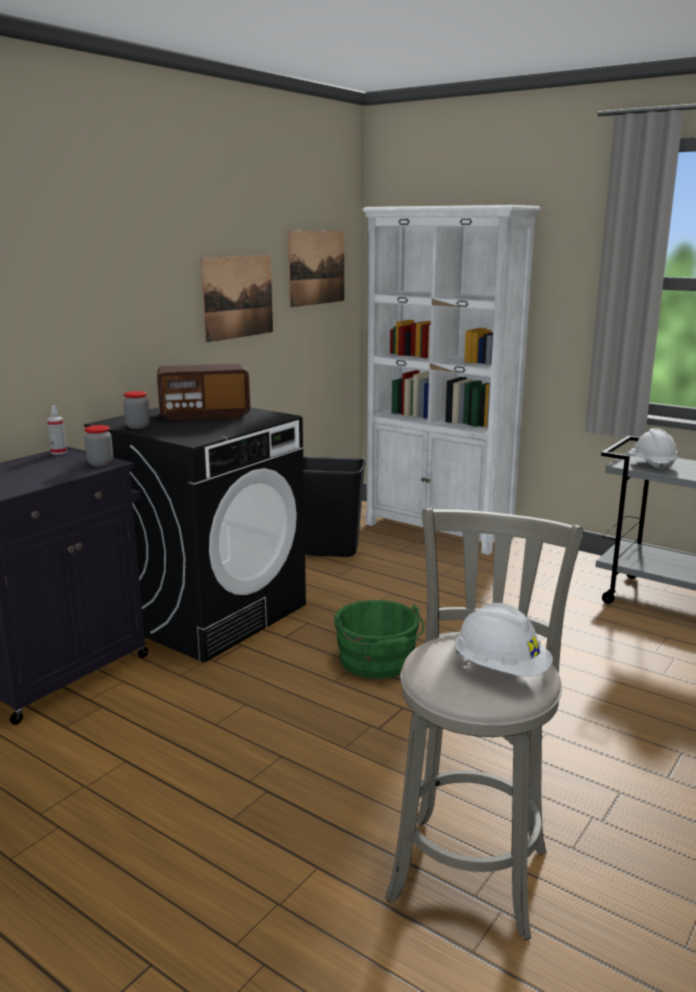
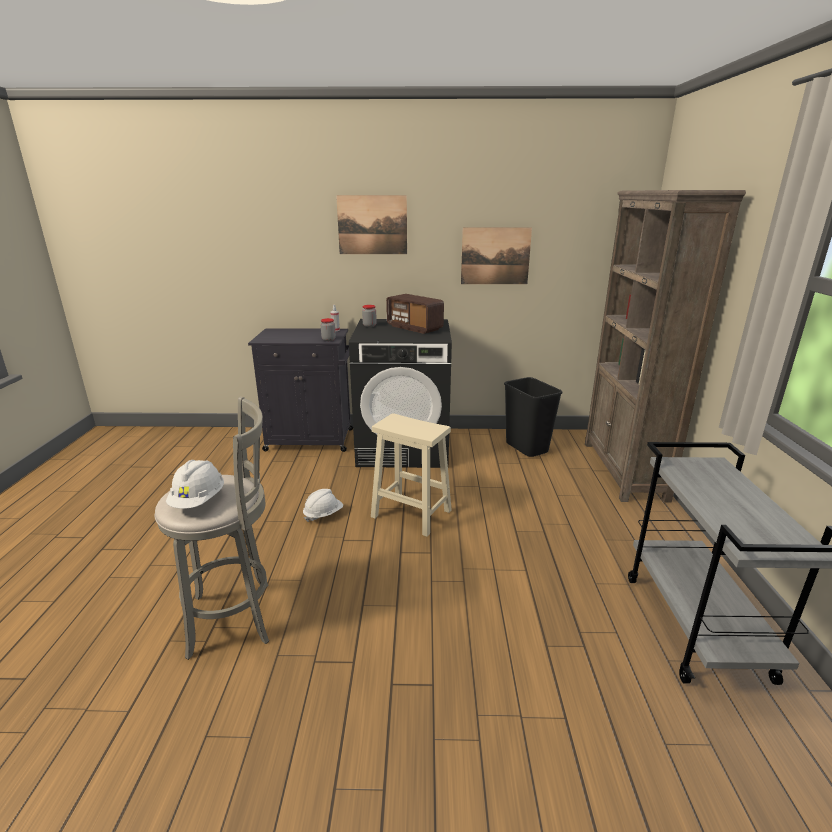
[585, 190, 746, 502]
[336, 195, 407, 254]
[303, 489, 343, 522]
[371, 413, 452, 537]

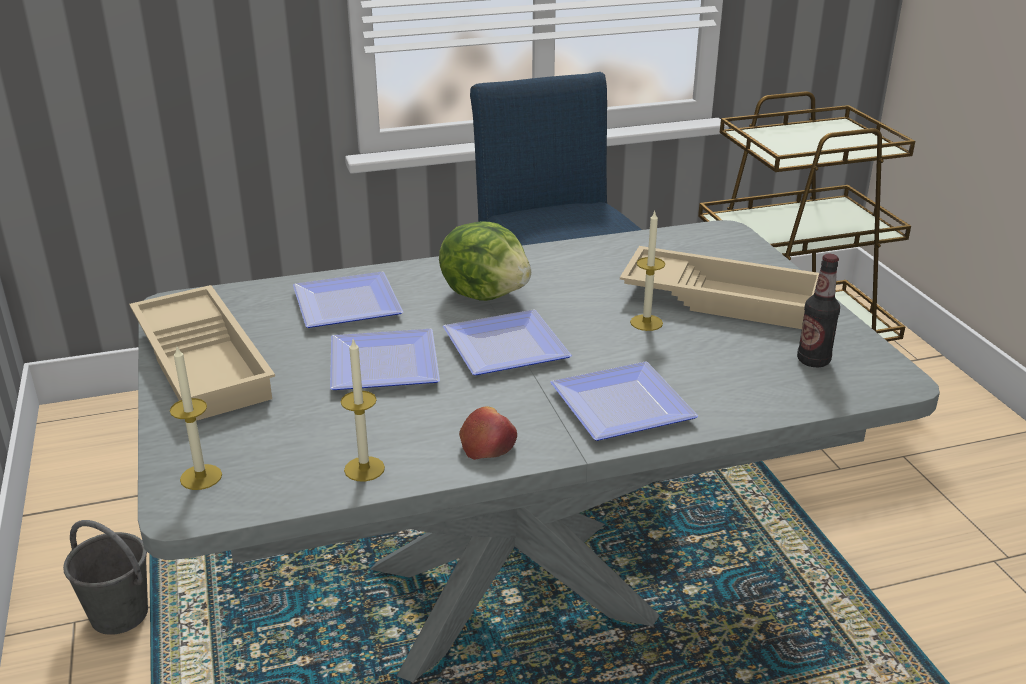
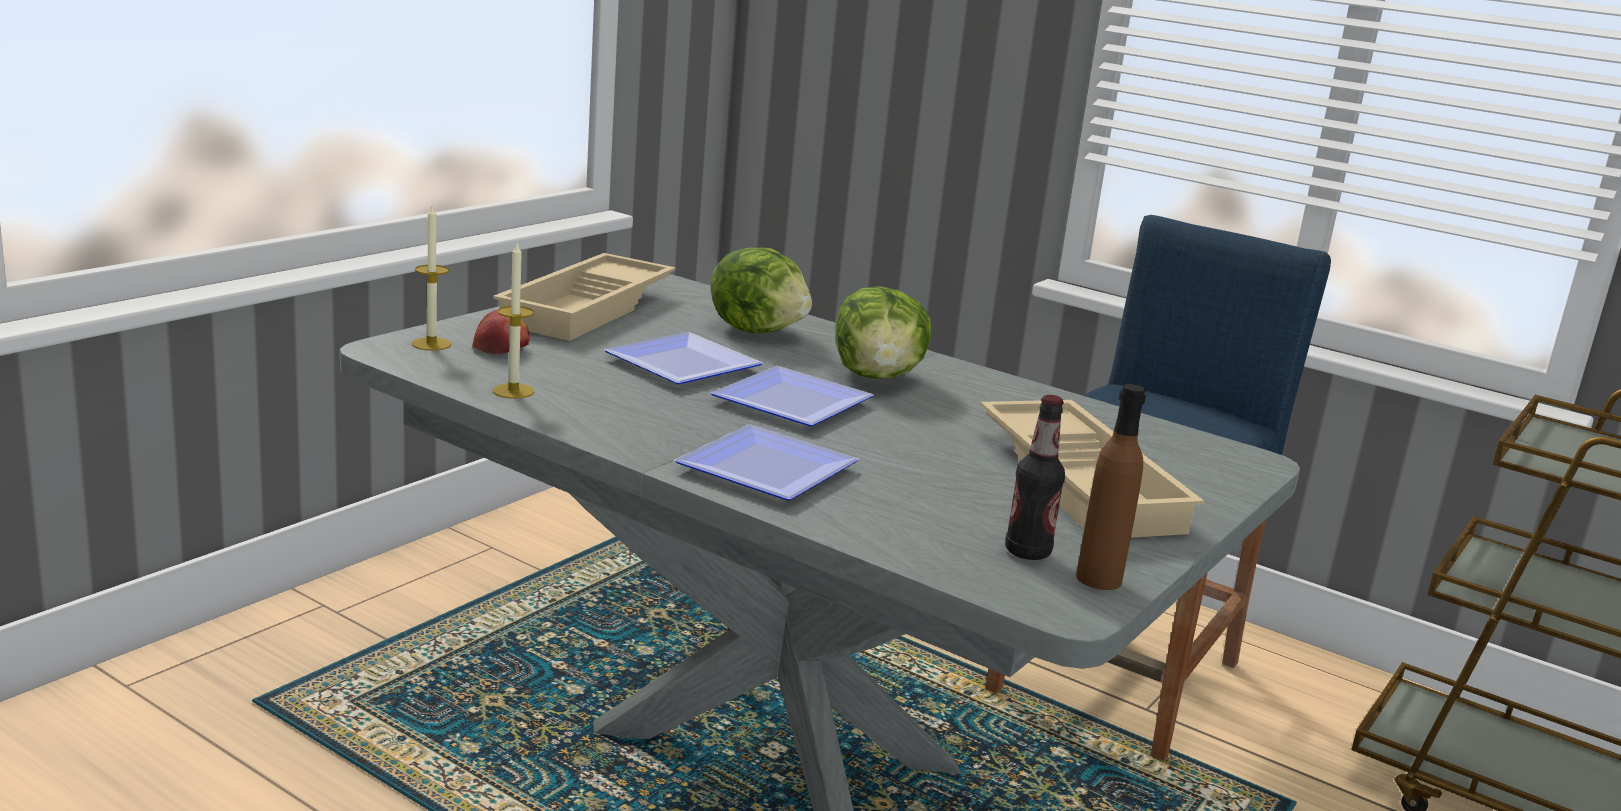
[630, 211, 665, 331] (first image)
[710, 247, 812, 333]
[473, 310, 530, 354]
[63, 520, 148, 635] (first image)
[1076, 384, 1146, 590]

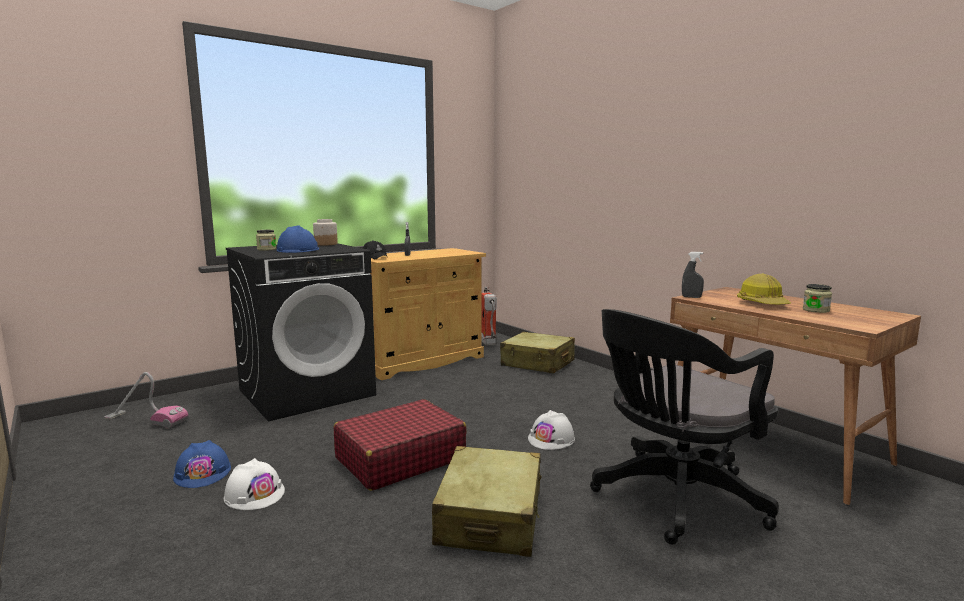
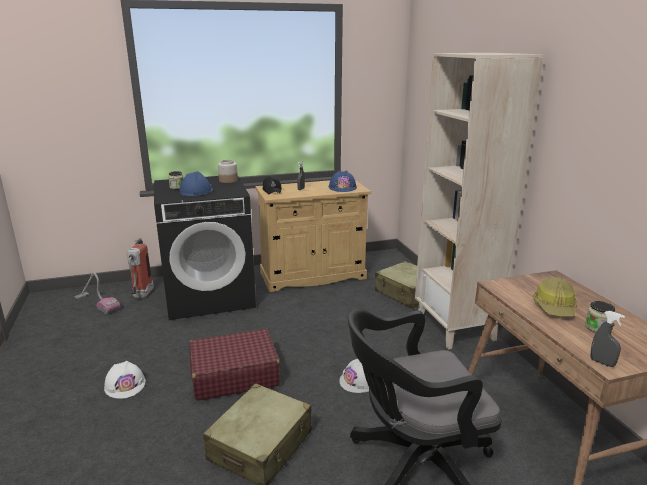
[590, 311, 625, 367]
[127, 238, 154, 298]
[329, 170, 357, 192]
[415, 53, 543, 349]

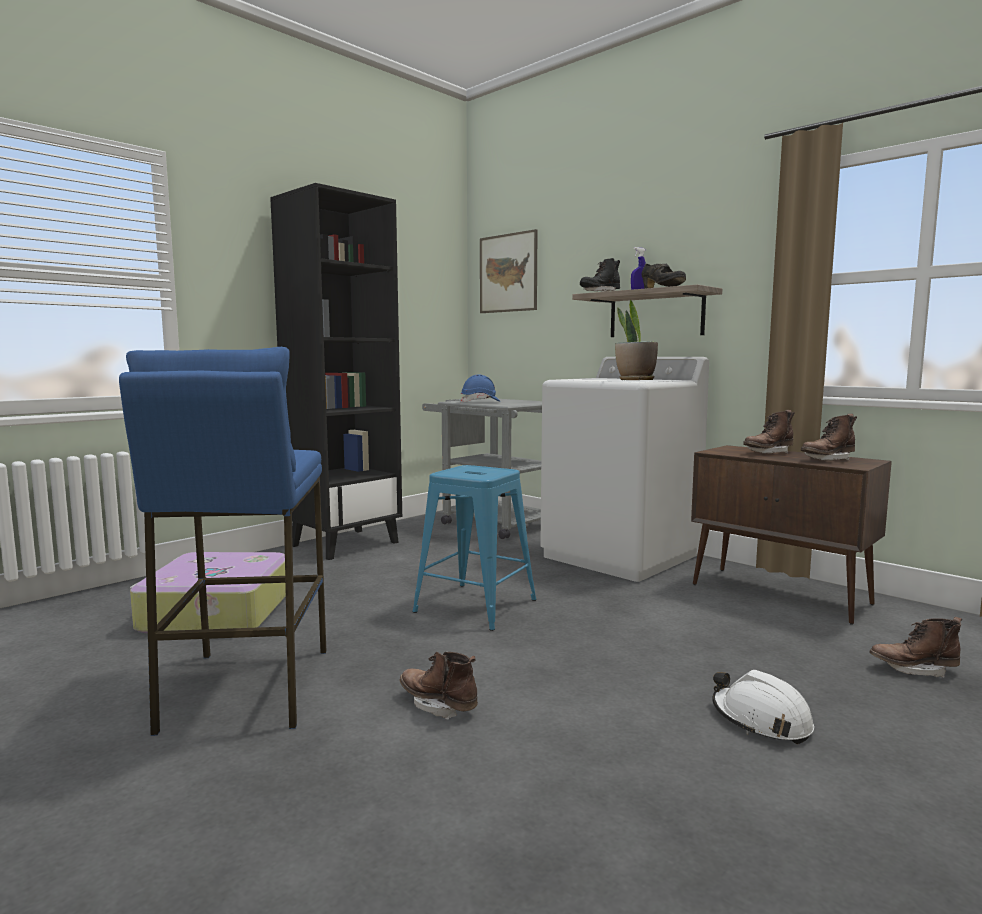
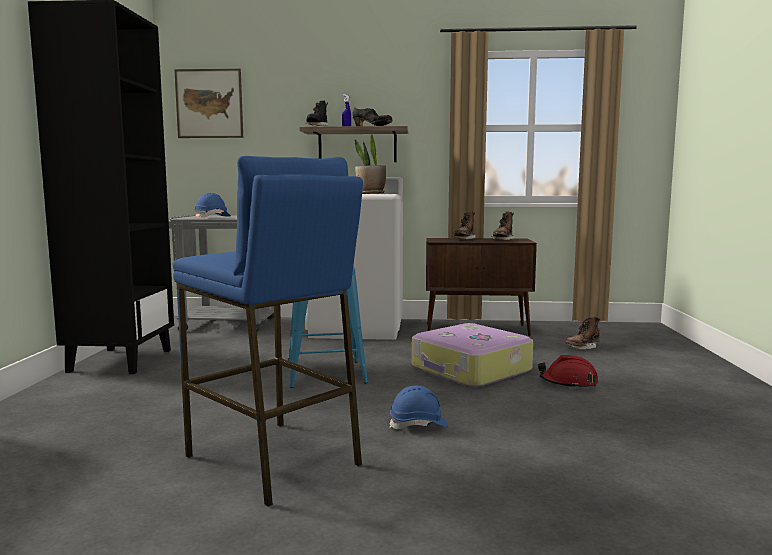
[412, 323, 533, 387]
[389, 385, 449, 429]
[538, 355, 598, 389]

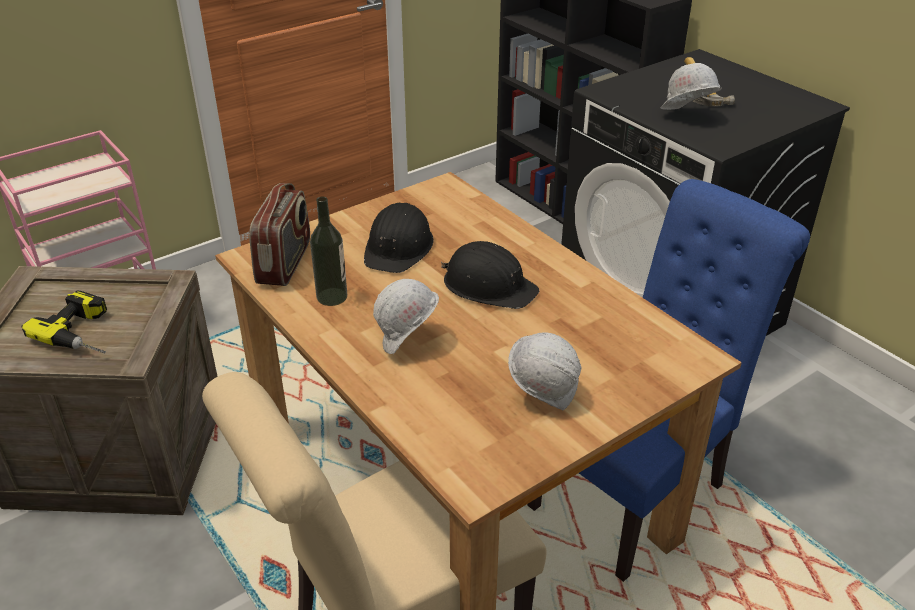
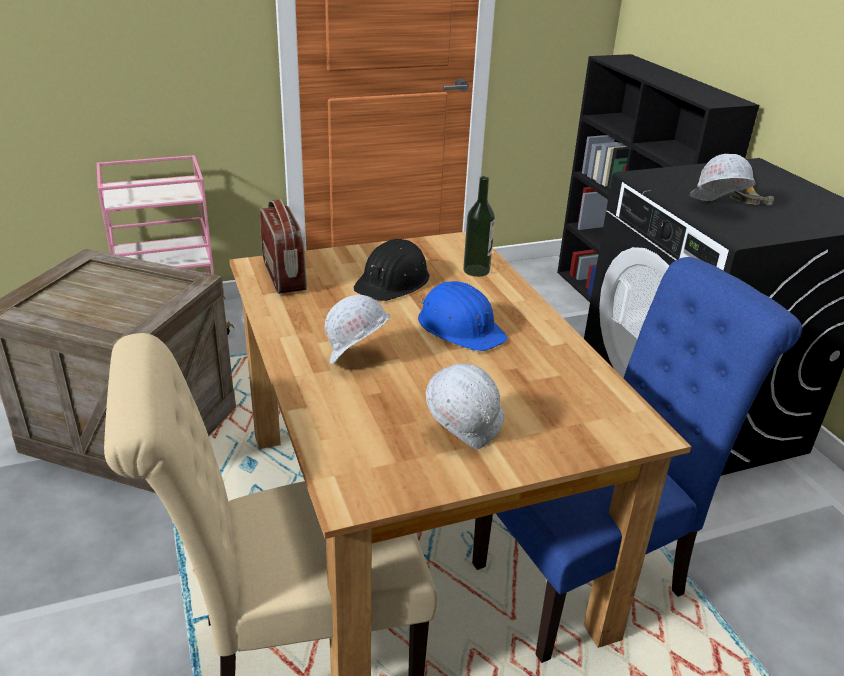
[260, 199, 307, 294]
[463, 176, 495, 277]
[418, 281, 508, 351]
[21, 291, 107, 353] (first image)

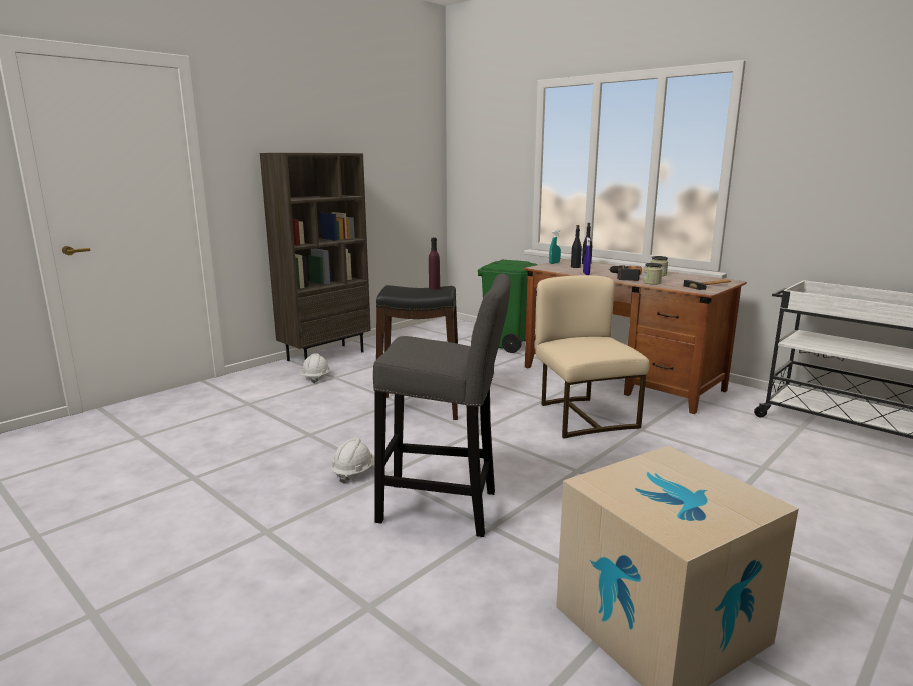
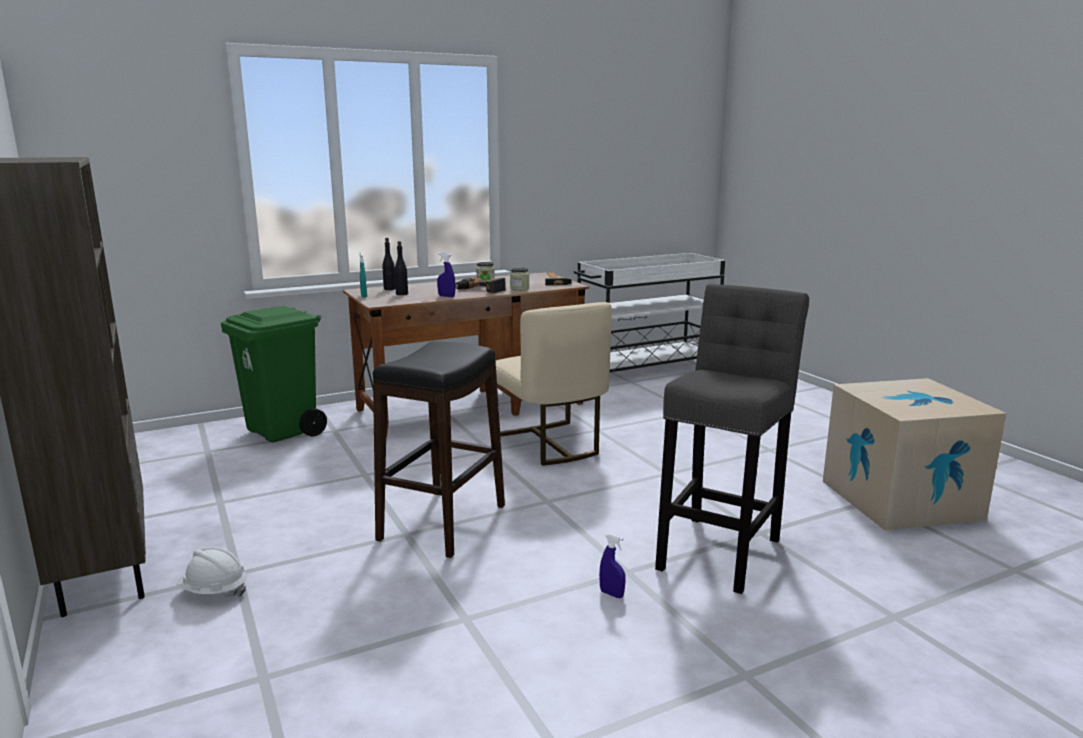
[429, 238, 440, 289] (first image)
[496, 302, 611, 466]
[599, 533, 625, 598]

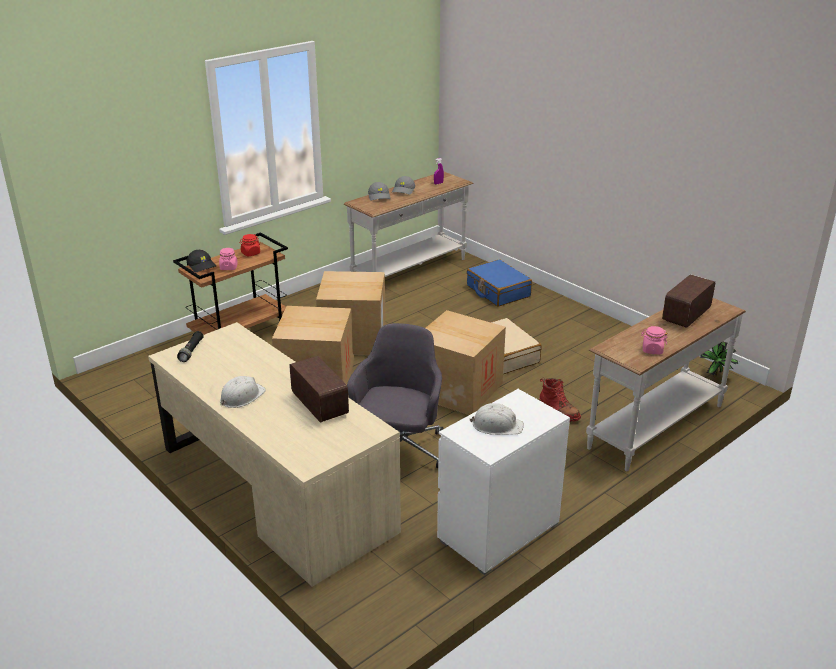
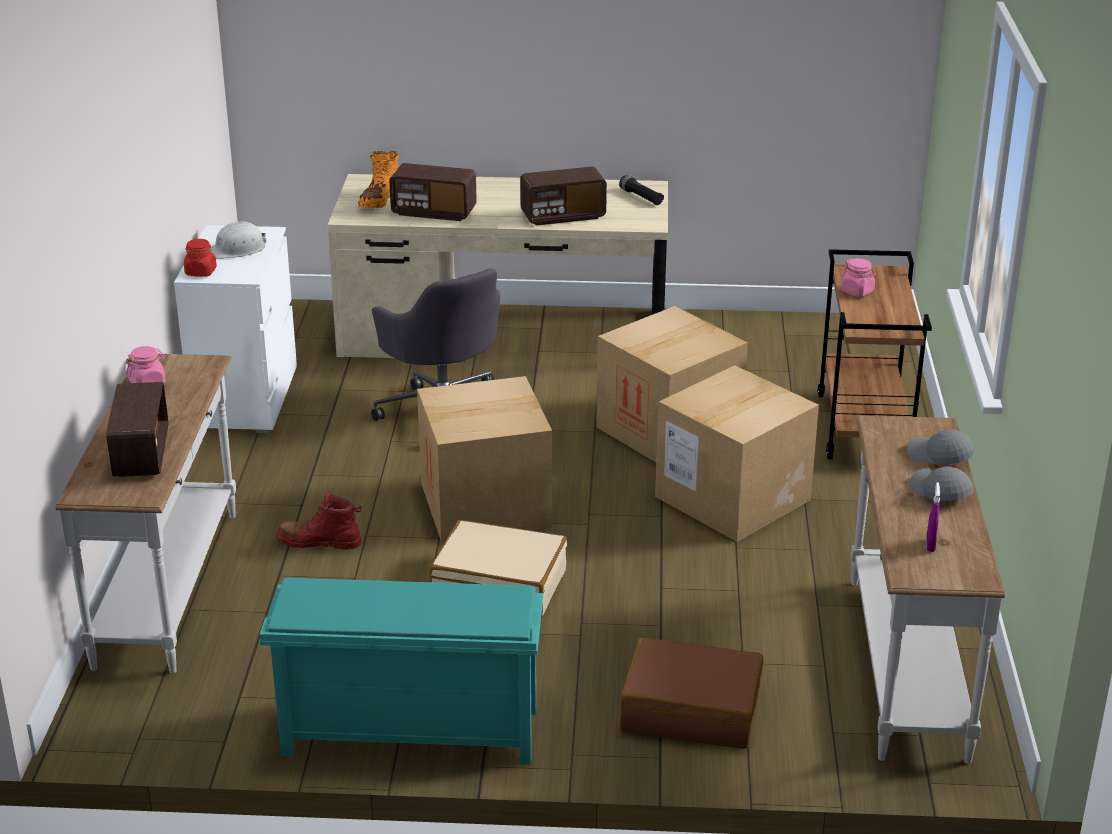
[184, 239, 217, 277]
[187, 250, 216, 272] (first image)
[620, 638, 763, 749]
[700, 341, 739, 377] (first image)
[220, 376, 266, 408] (first image)
[358, 151, 399, 208]
[520, 167, 607, 225]
[260, 578, 543, 765]

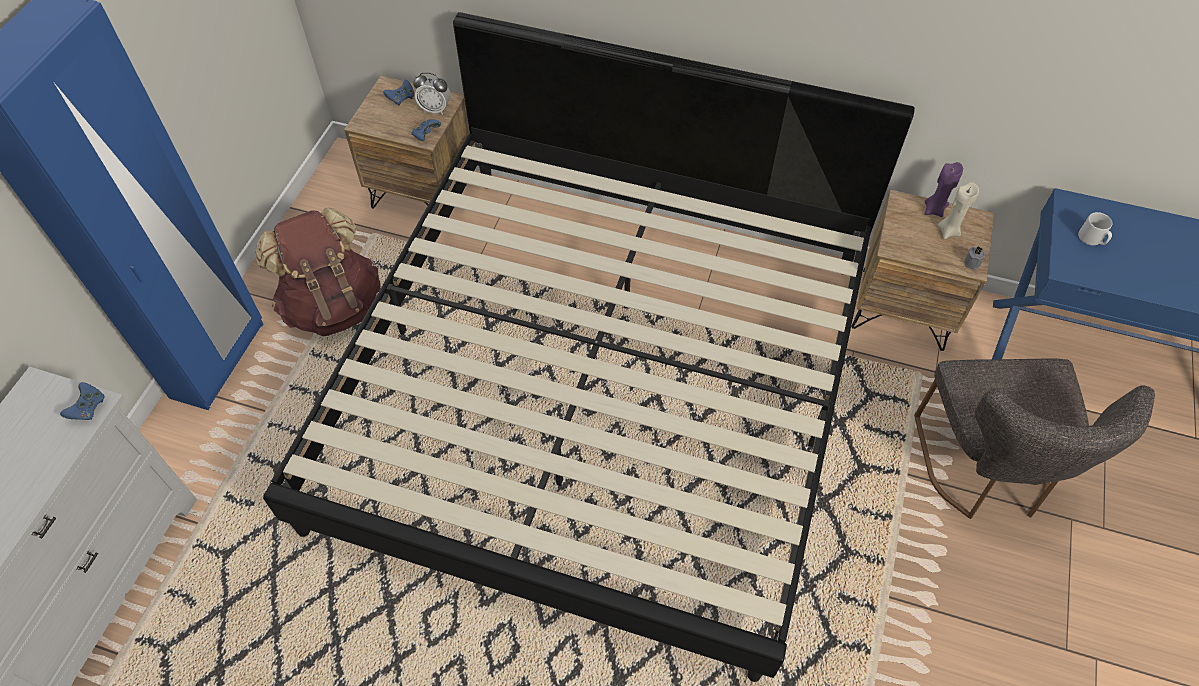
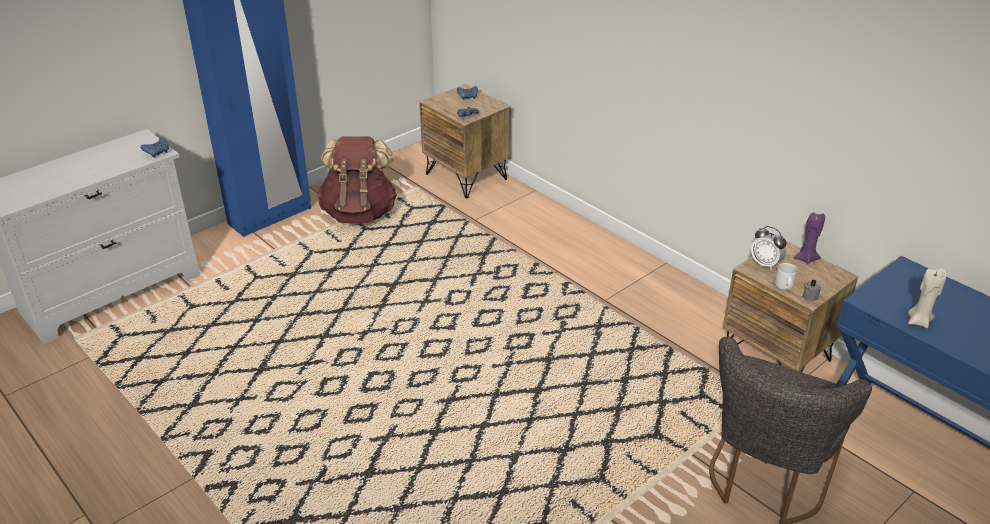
[263, 12, 915, 682] (first image)
[751, 226, 787, 270]
[908, 268, 947, 328]
[775, 263, 797, 290]

